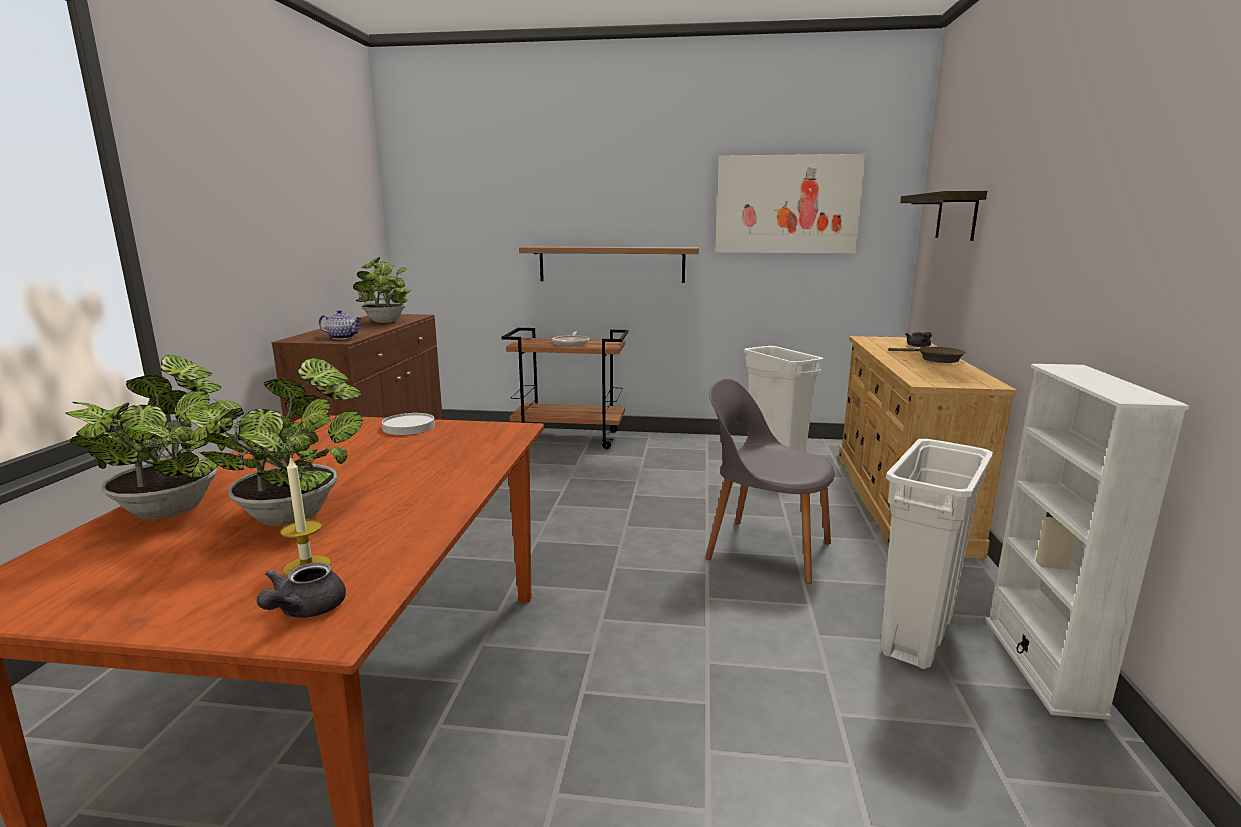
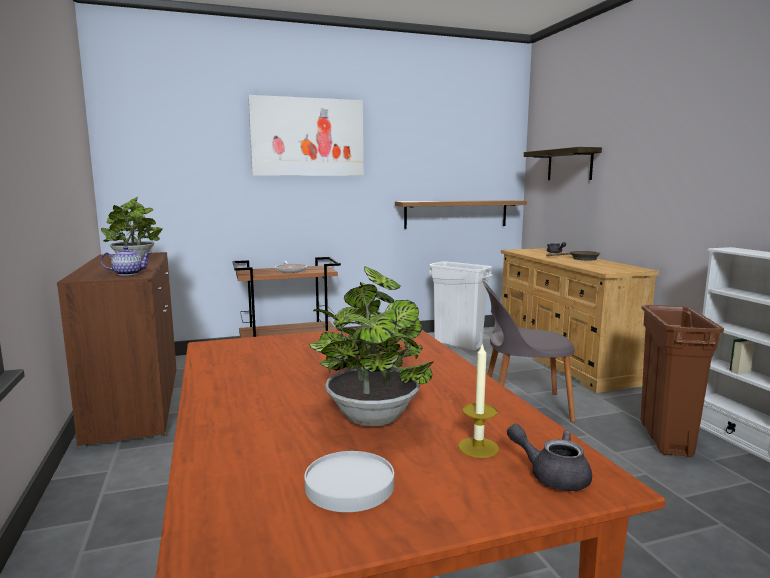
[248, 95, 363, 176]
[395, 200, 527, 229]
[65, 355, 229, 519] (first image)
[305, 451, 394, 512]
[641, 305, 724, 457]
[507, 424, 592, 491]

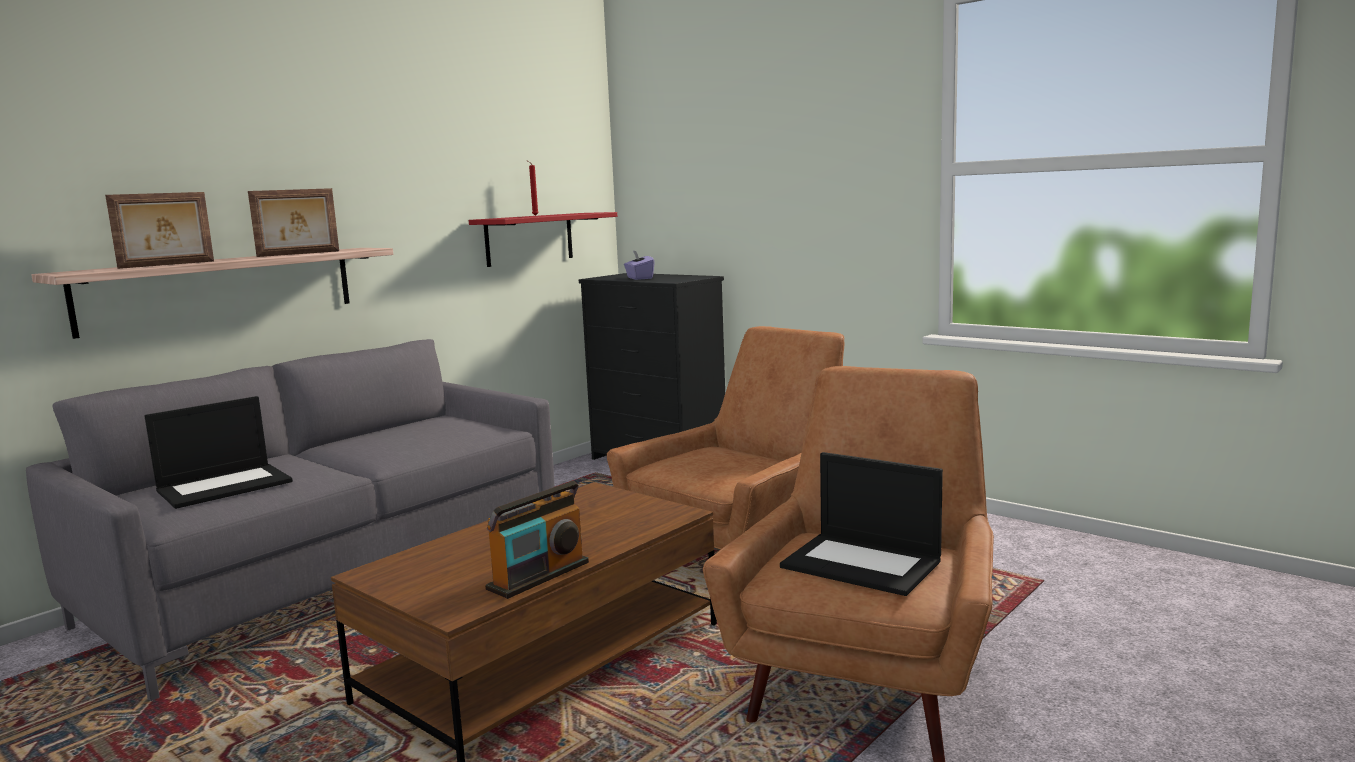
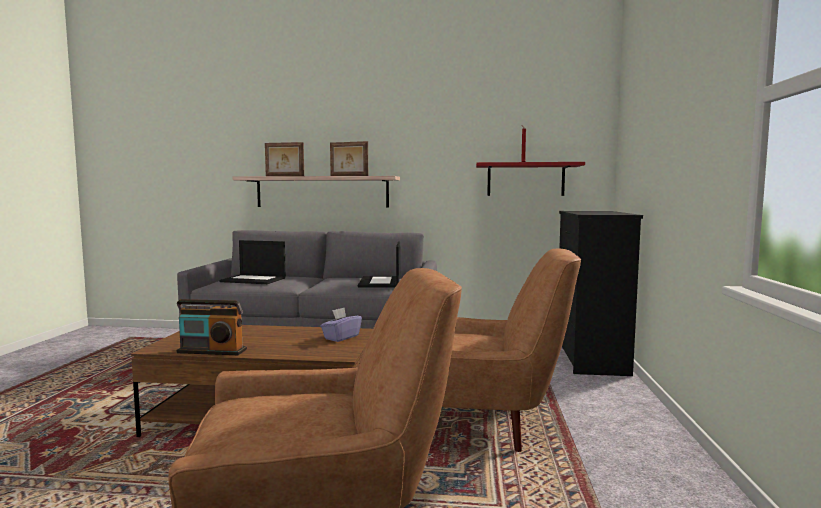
[321, 308, 362, 342]
[358, 242, 400, 287]

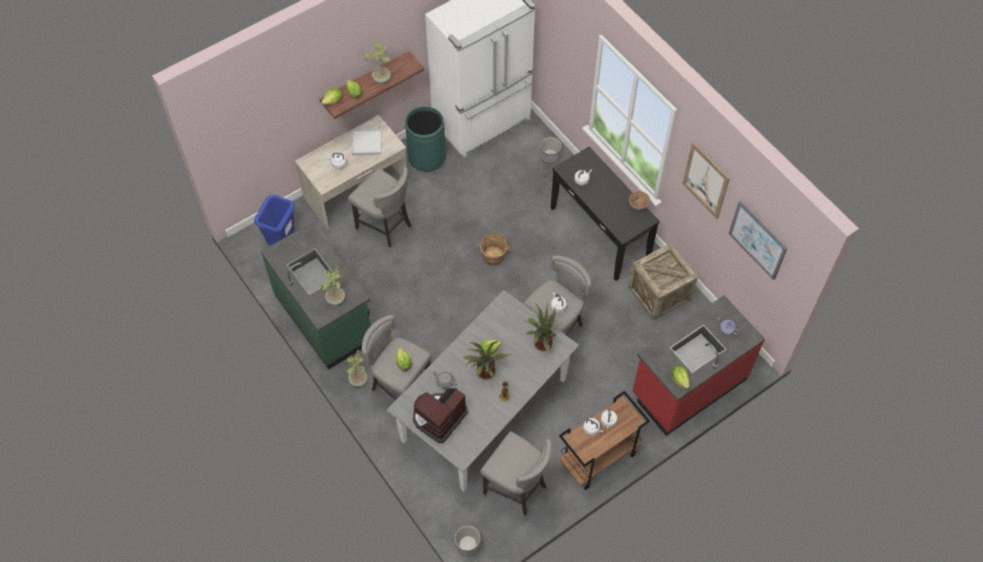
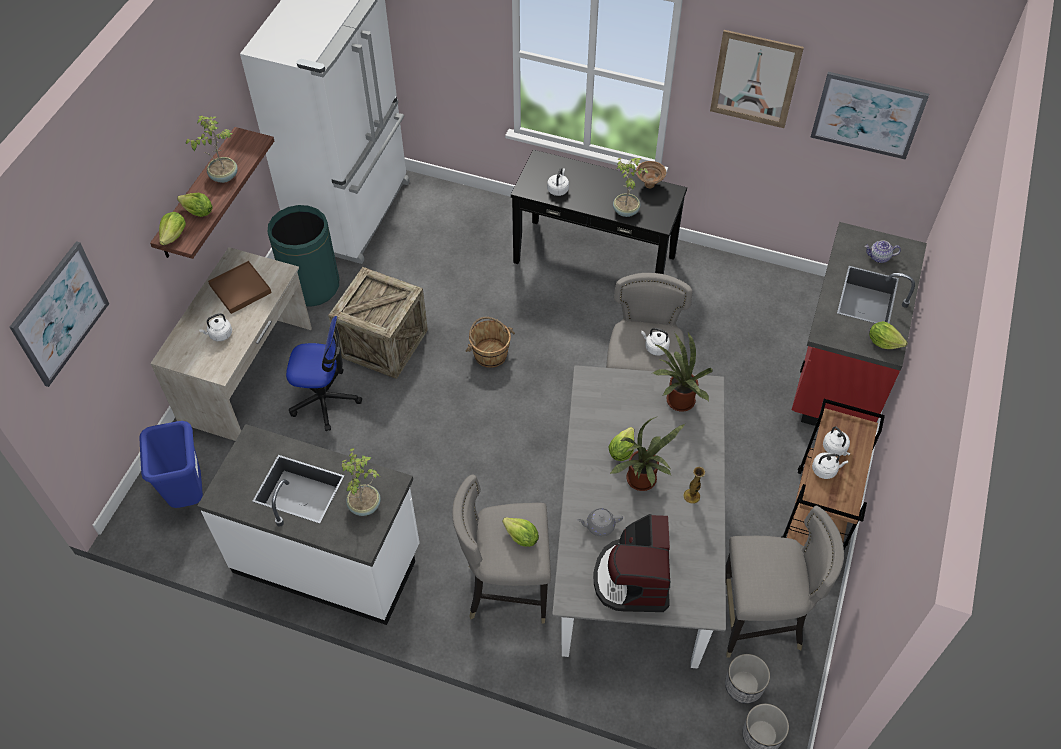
[208, 261, 272, 314]
[725, 654, 770, 704]
[286, 316, 362, 431]
[197, 424, 420, 625]
[328, 267, 428, 379]
[613, 158, 649, 217]
[10, 241, 109, 387]

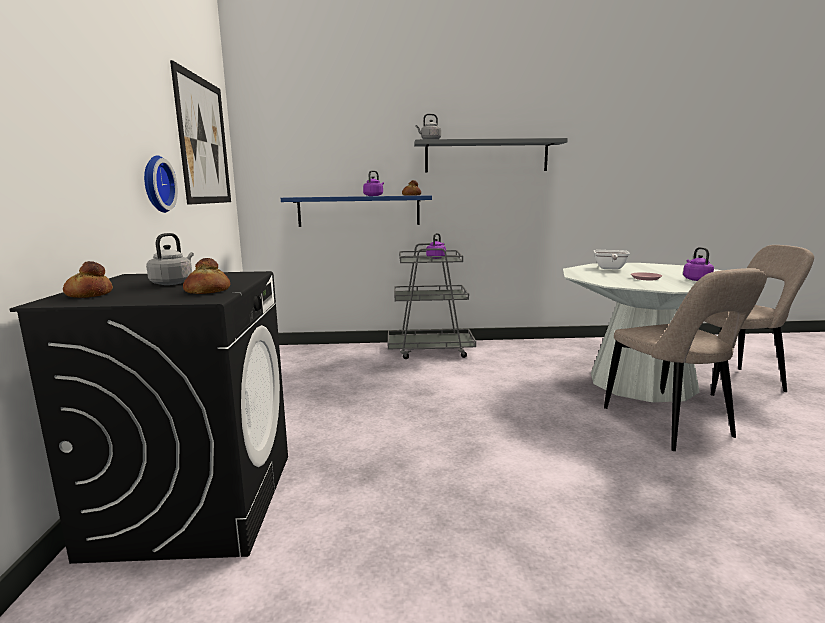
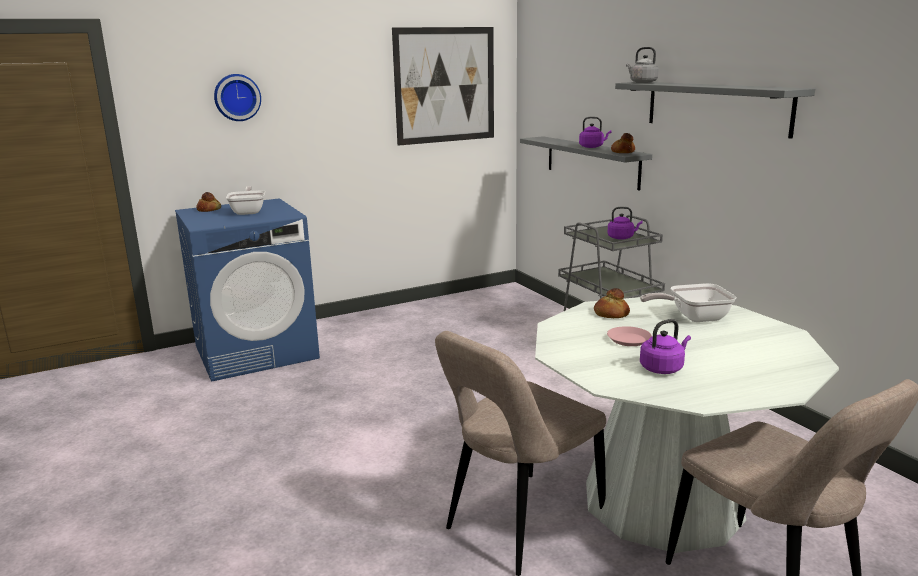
[214, 74, 261, 121]
[520, 136, 652, 191]
[226, 186, 265, 215]
[594, 288, 630, 318]
[175, 198, 320, 382]

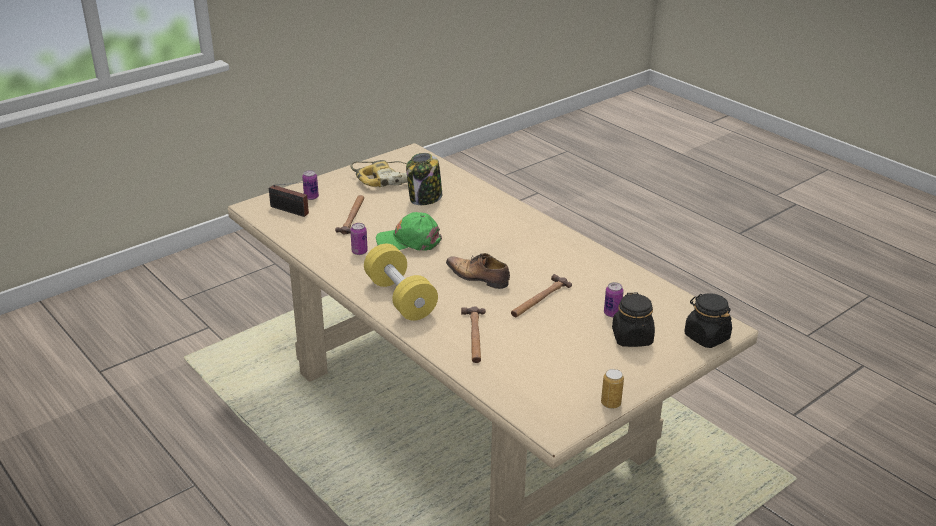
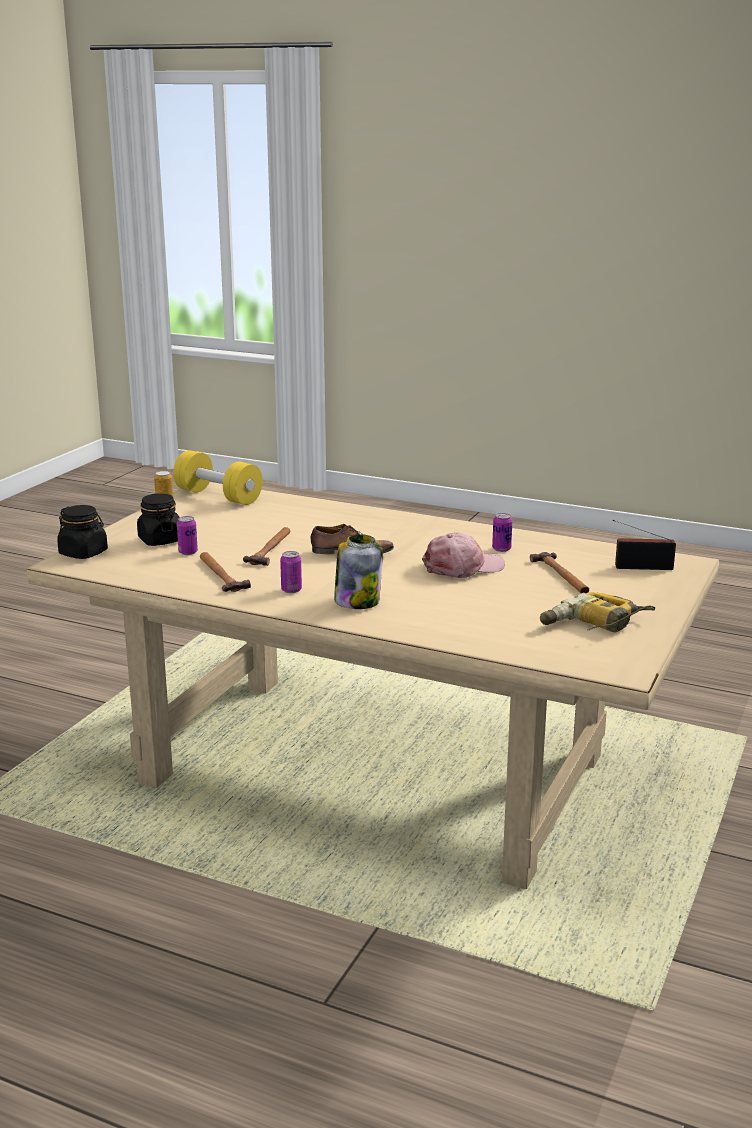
[334, 534, 383, 609]
[280, 551, 302, 593]
[422, 532, 505, 578]
[173, 450, 263, 505]
[200, 552, 251, 592]

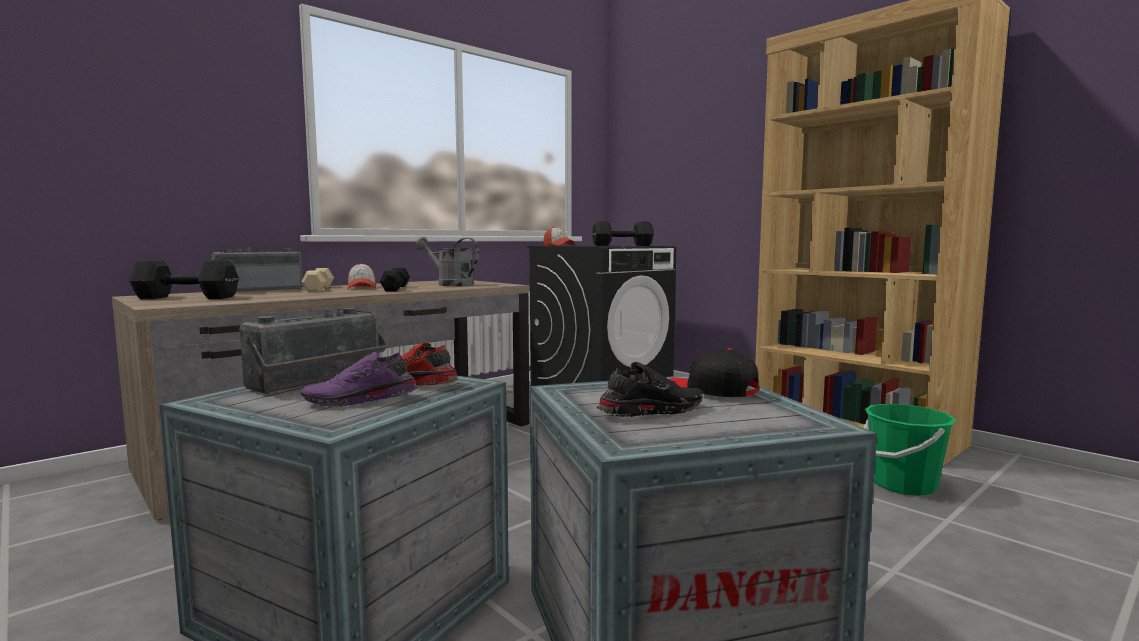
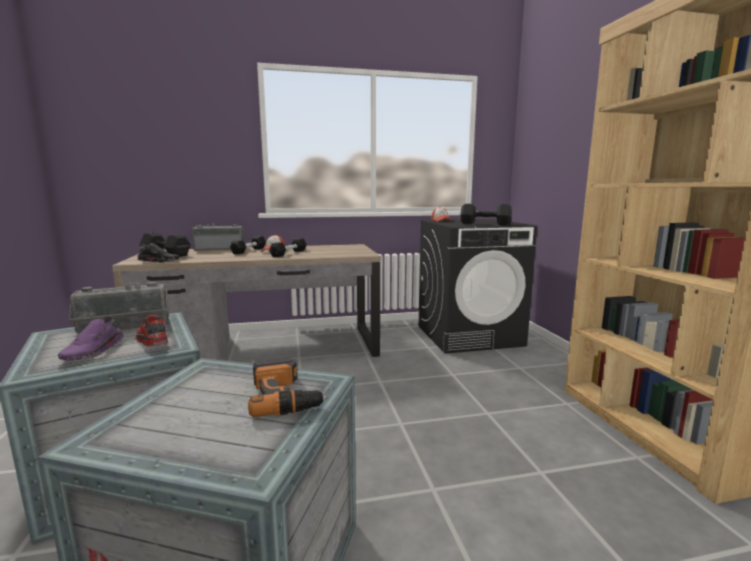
[415, 237, 479, 287] (first image)
[230, 236, 266, 254]
[248, 357, 327, 417]
[58, 316, 124, 360]
[137, 243, 179, 263]
[864, 404, 957, 496] (first image)

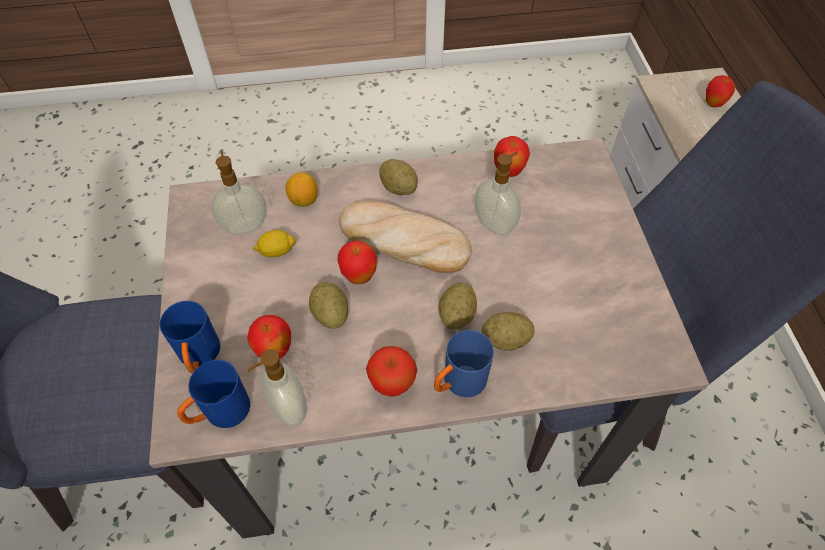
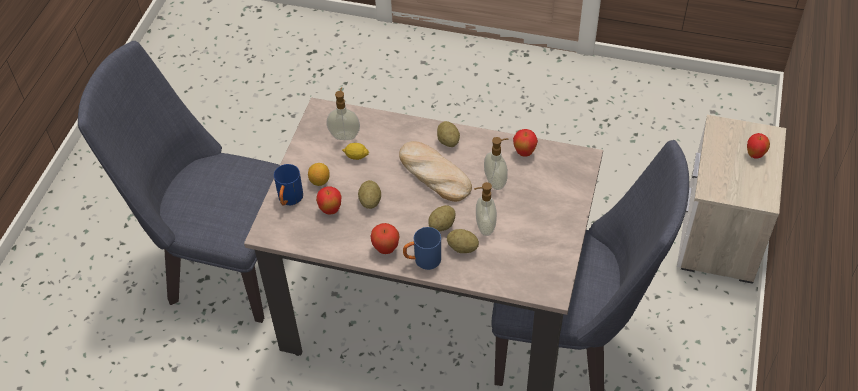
[308, 163, 330, 186]
[337, 240, 377, 284] (first image)
[474, 182, 497, 236]
[177, 360, 250, 428] (first image)

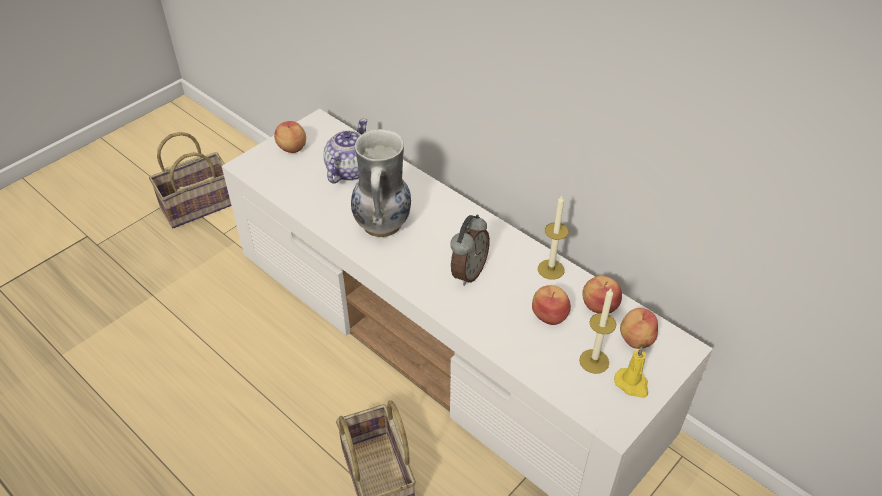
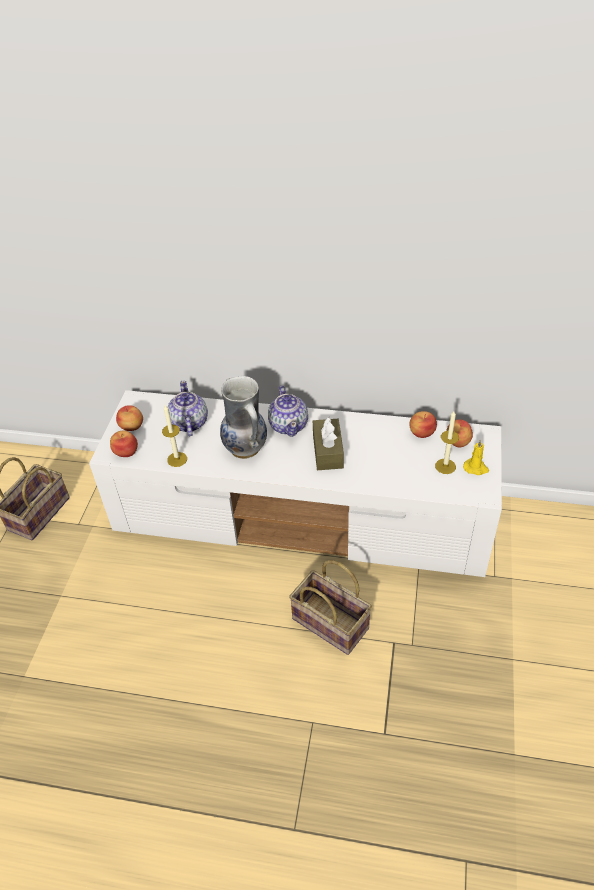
[162, 405, 187, 467]
[313, 417, 344, 470]
[110, 430, 138, 457]
[268, 385, 308, 437]

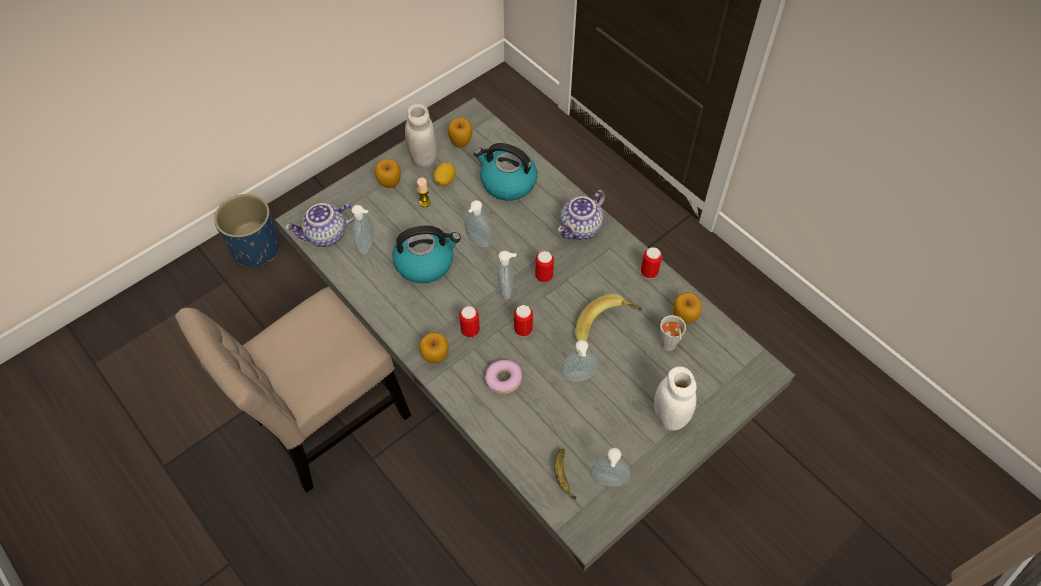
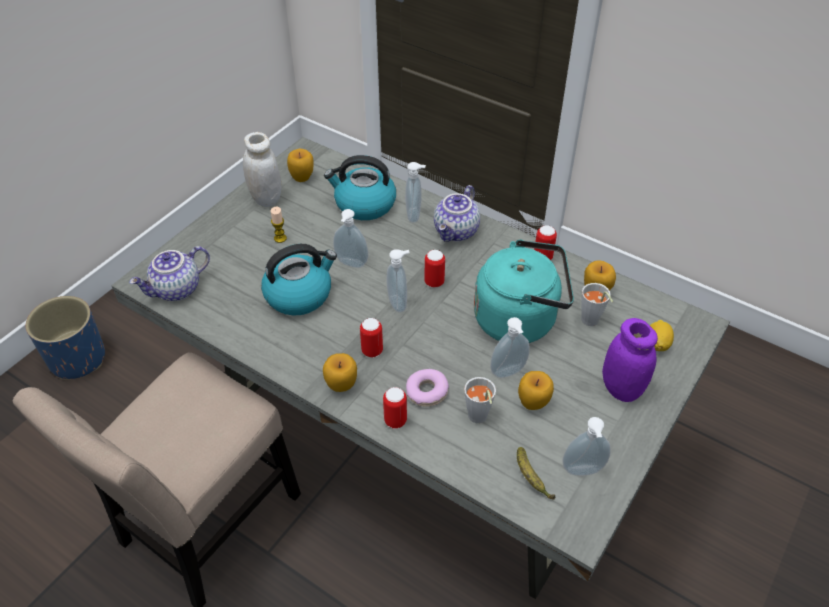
[518, 371, 554, 410]
[650, 320, 674, 351]
[405, 162, 426, 223]
[474, 240, 574, 343]
[383, 387, 407, 429]
[602, 318, 658, 402]
[464, 377, 496, 423]

